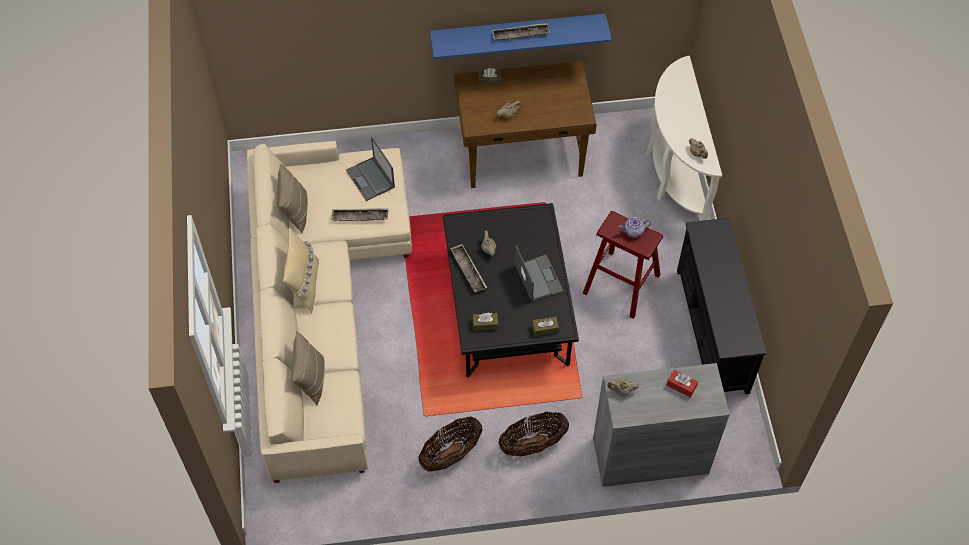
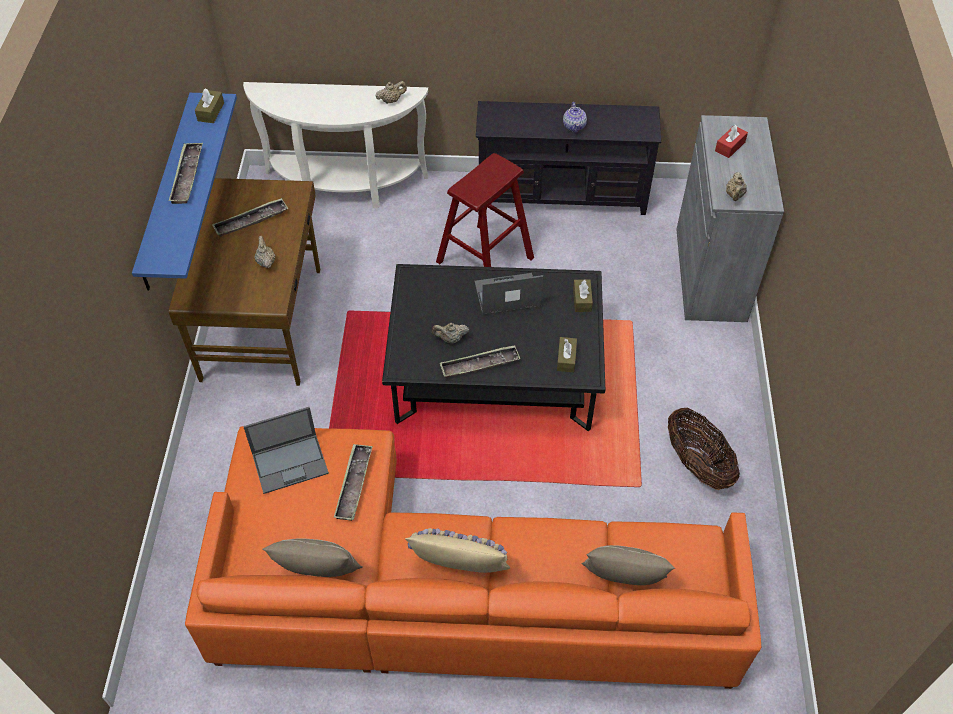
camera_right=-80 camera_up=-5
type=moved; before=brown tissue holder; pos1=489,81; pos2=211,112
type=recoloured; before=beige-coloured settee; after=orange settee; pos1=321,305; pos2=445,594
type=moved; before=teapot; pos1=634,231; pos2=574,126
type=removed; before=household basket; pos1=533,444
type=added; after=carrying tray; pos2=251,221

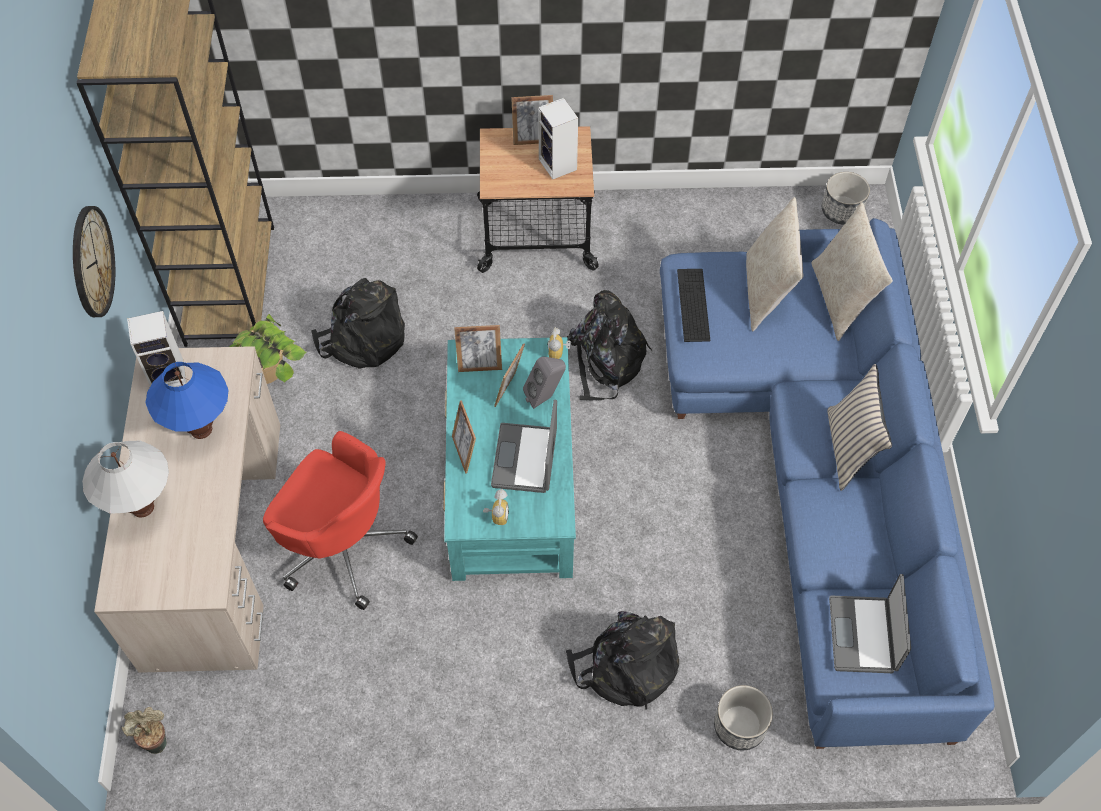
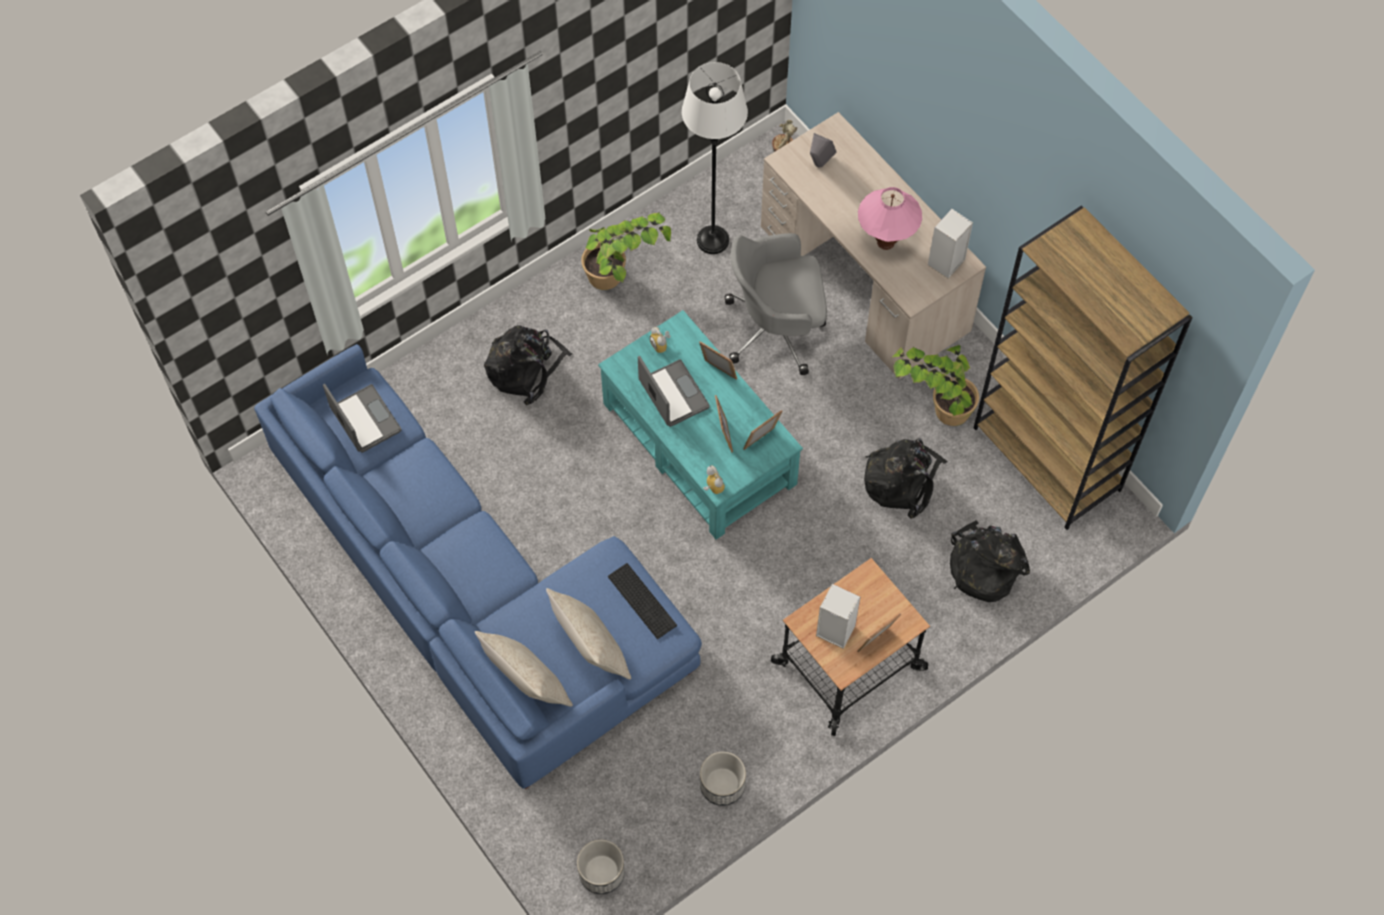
camera_right=145 camera_up=5
type=removed; before=wall clock; pos1=91,262
type=moved; before=black-coloured knapsack; pos1=606,361; pos2=983,567
type=moved; before=grey audio speaker; pos1=545,397; pos2=819,165
type=recoloured; before=blue table lamp; after=pink table lamp; pos1=201,430; pos2=885,243
type=removed; before=beige-coloured cushion; pos1=849,449
type=recoloured; before=reddish computer chair; after=grey computer chair; pos1=343,545; pos2=776,328
type=removed; before=whitish table lamp; pos1=143,508
type=moved; before=plant pot; pos1=740,725; pos2=722,785
type=added; after=whitish floor lamp; pos2=713,240
type=added; after=potted plant; pos2=623,275

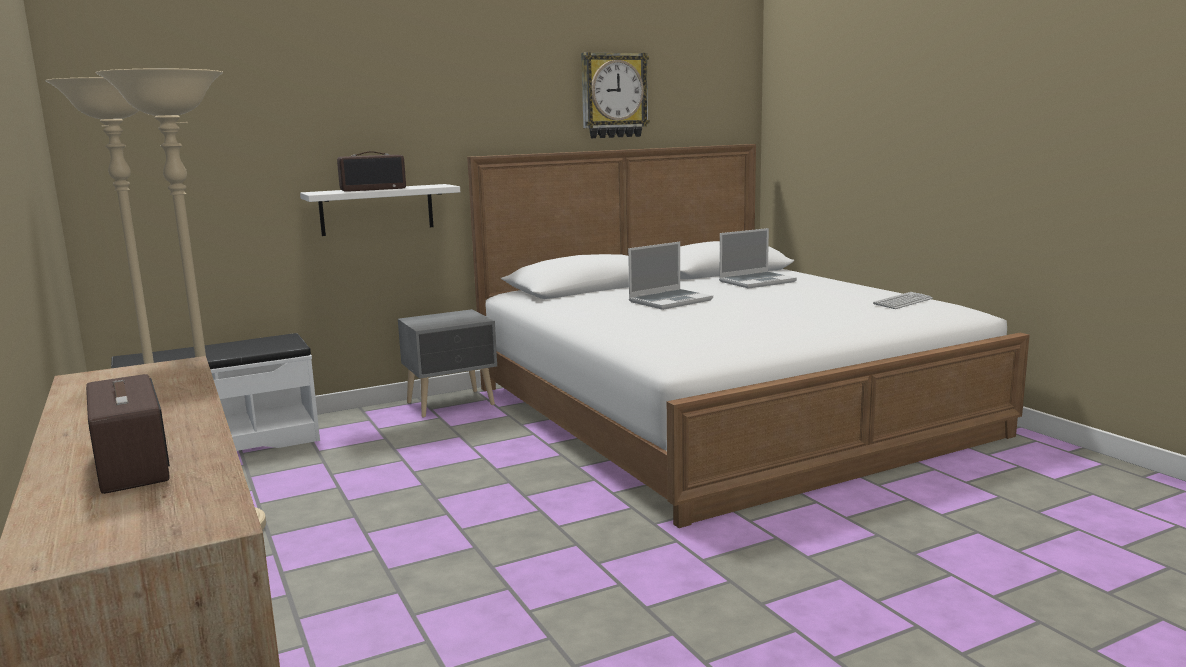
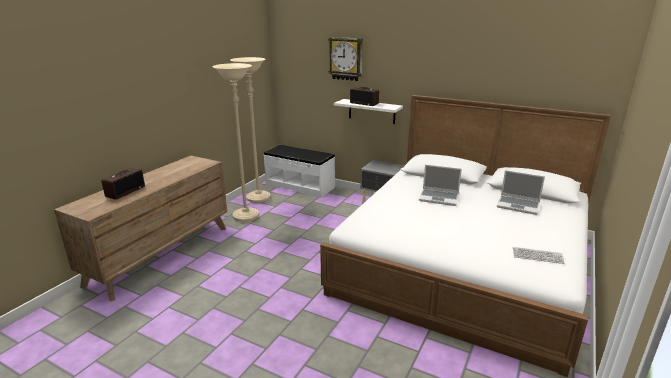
camera_right=55 camera_up=10
type=moved; before=wall clock; pos1=613,95; pos2=346,59

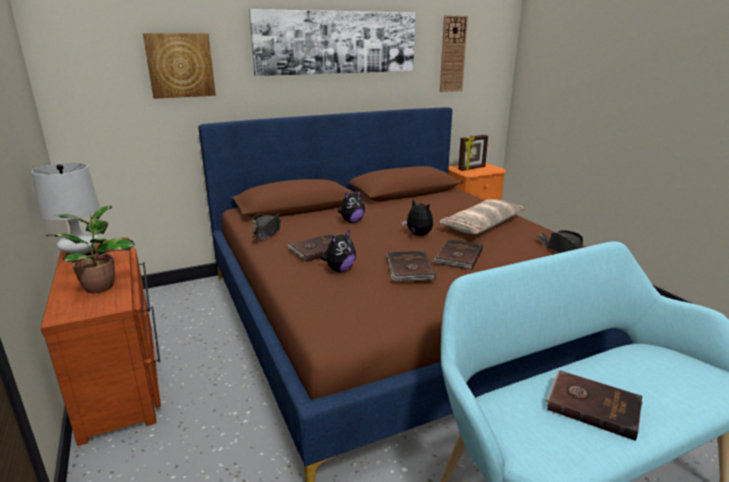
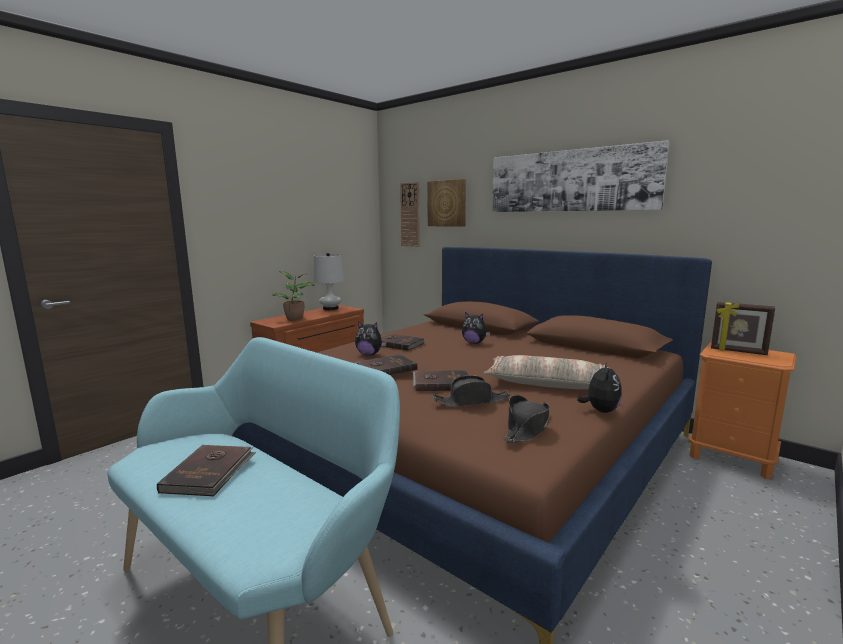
camera_right=65 camera_up=-10
type=moved; before=wall clock; pos1=452,54; pos2=410,214
type=moved; before=plush toy; pos1=418,235; pos2=600,410
type=moved; before=black-coloured clothing hat; pos1=267,232; pos2=471,401

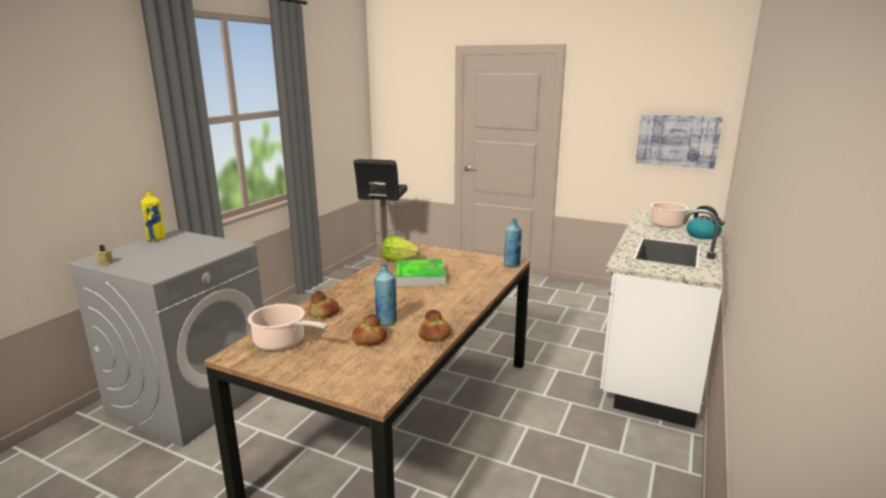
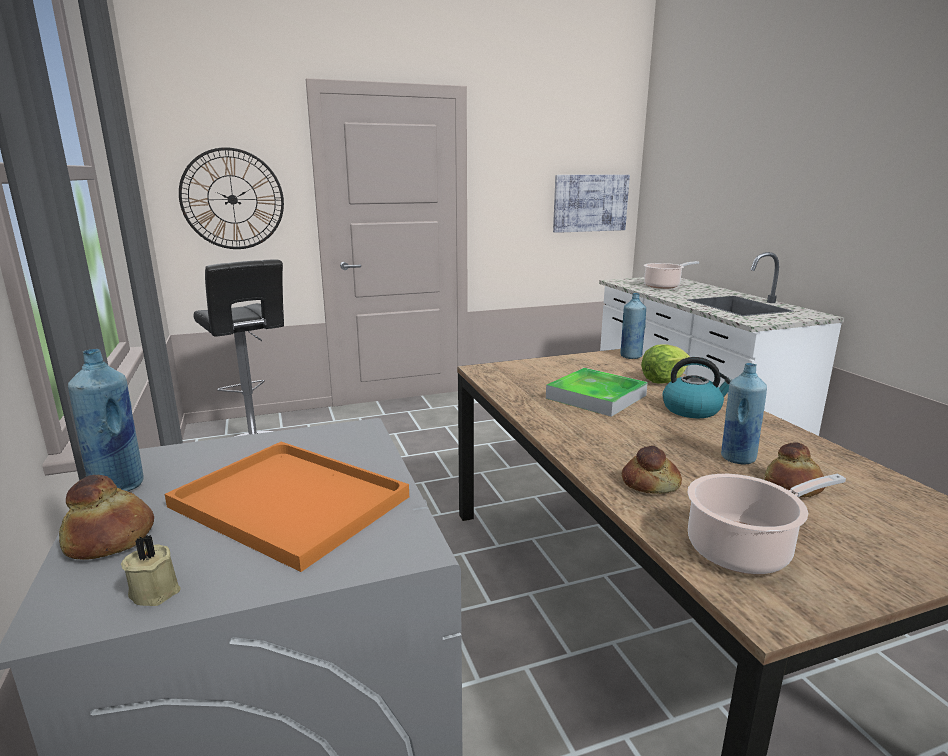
camera_right=-45 camera_up=0
type=recoloured; before=yellowish bottle; after=blue bottle; pos1=156,239; pos2=119,486
type=moved; before=kettle; pos1=703,235; pos2=692,410
type=moved; before=lettuce head; pos1=398,260; pos2=664,380
type=moved; before=bread; pos1=435,335; pos2=111,538
type=added; after=wall clock; pos2=232,199
type=added; after=orange carrying tray; pos2=294,502

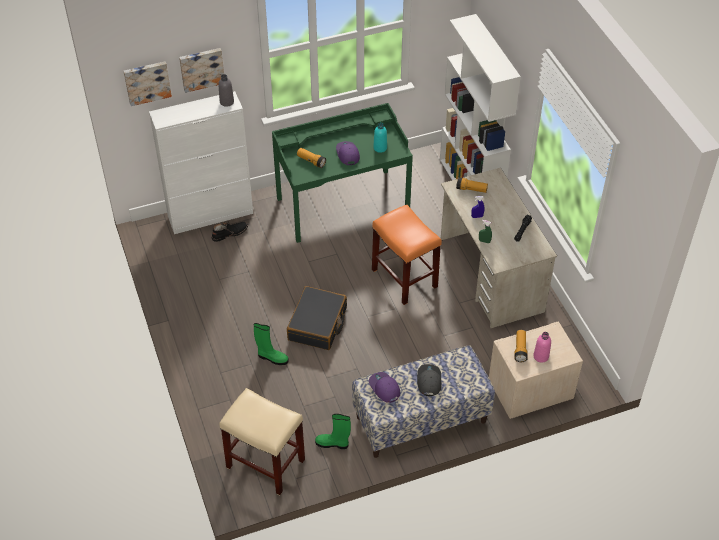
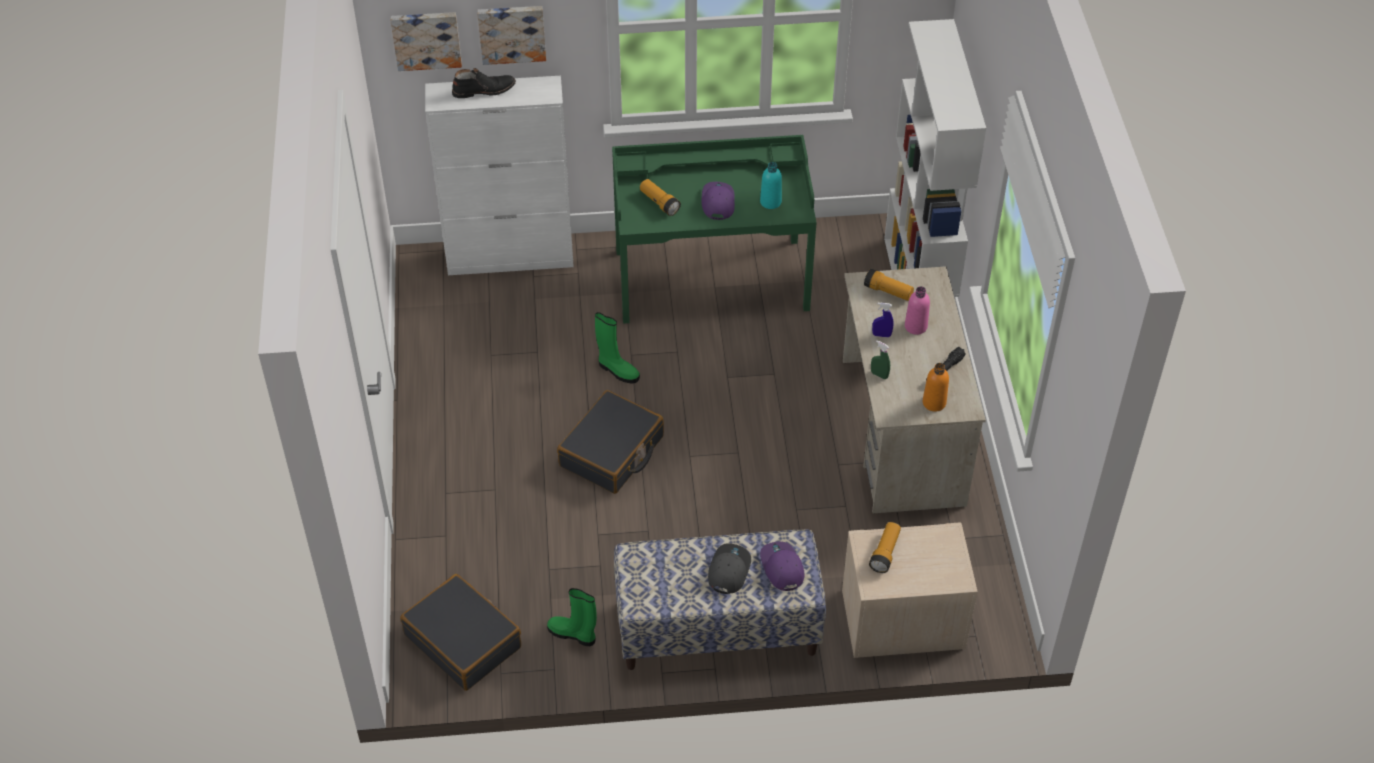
camera_right=15 camera_up=0
type=removed; before=grey bottle; pos1=227,102
type=removed; before=orange stool seat; pos1=403,278
type=moved; before=black-coloured boot; pos1=229,233; pos2=484,90
type=moved; before=greenish boot; pos1=272,358; pos2=617,371
type=moved; before=pink bottle; pos1=541,356; pos2=915,326
type=moved; before=purplish baseball cap; pos1=384,388; pos2=781,568
type=replaced; before=beige-coloured stool seat; after=black-coloured piece of luggage; pos1=264,463; pos2=463,641
type=added; after=orange bottle; pos2=934,403

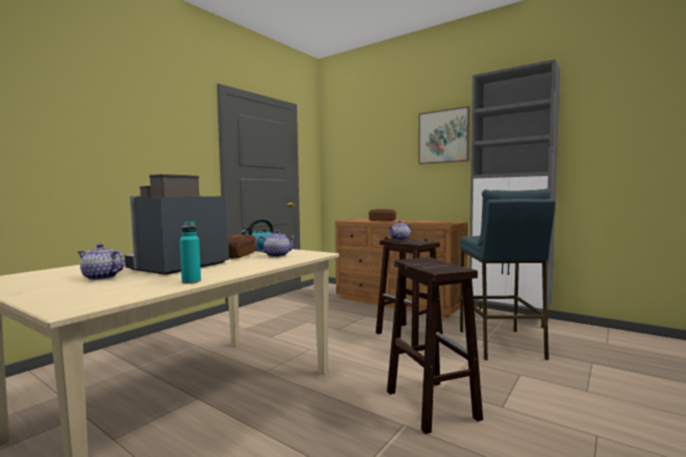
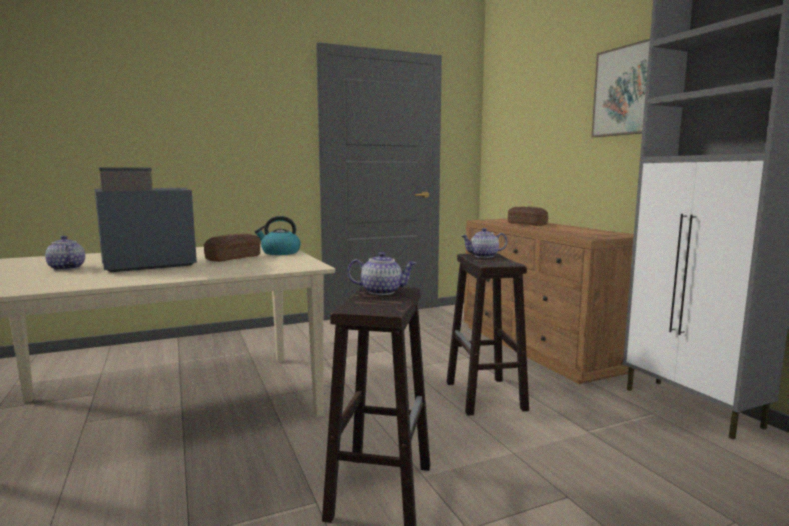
camera_right=30 camera_up=5
type=removed; before=blue stool seat; pos1=500,344
type=removed; before=blue-green bottle; pos1=191,281
type=moved; before=teapot; pos1=277,255; pos2=382,291

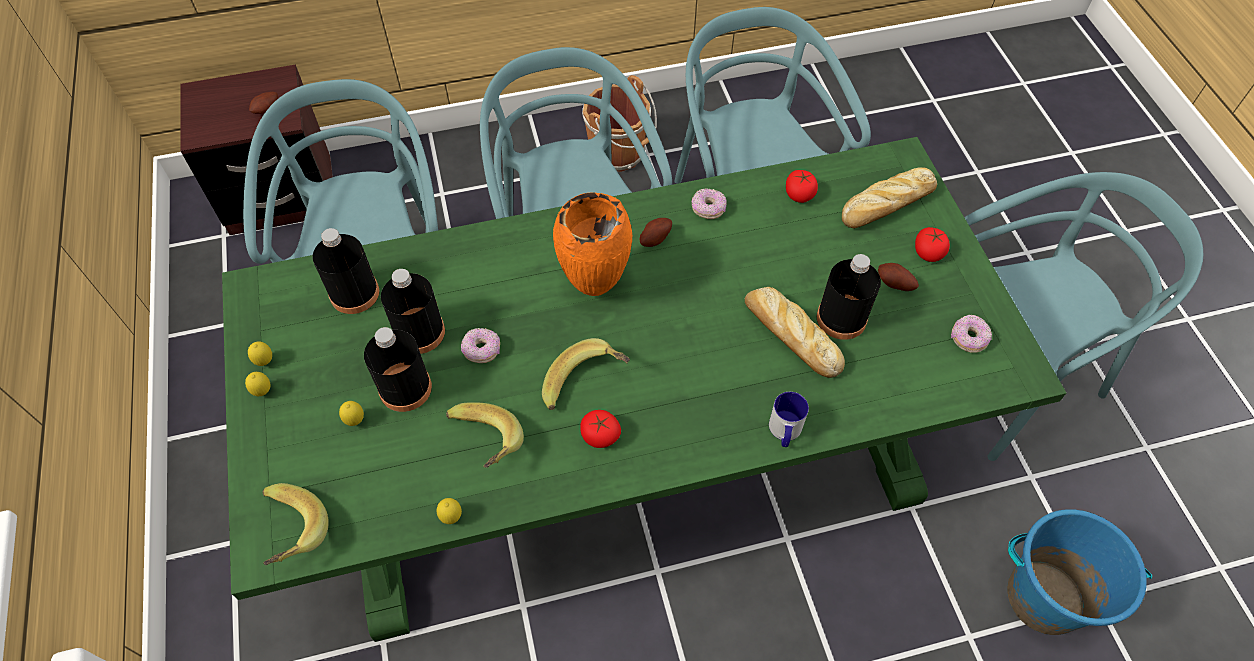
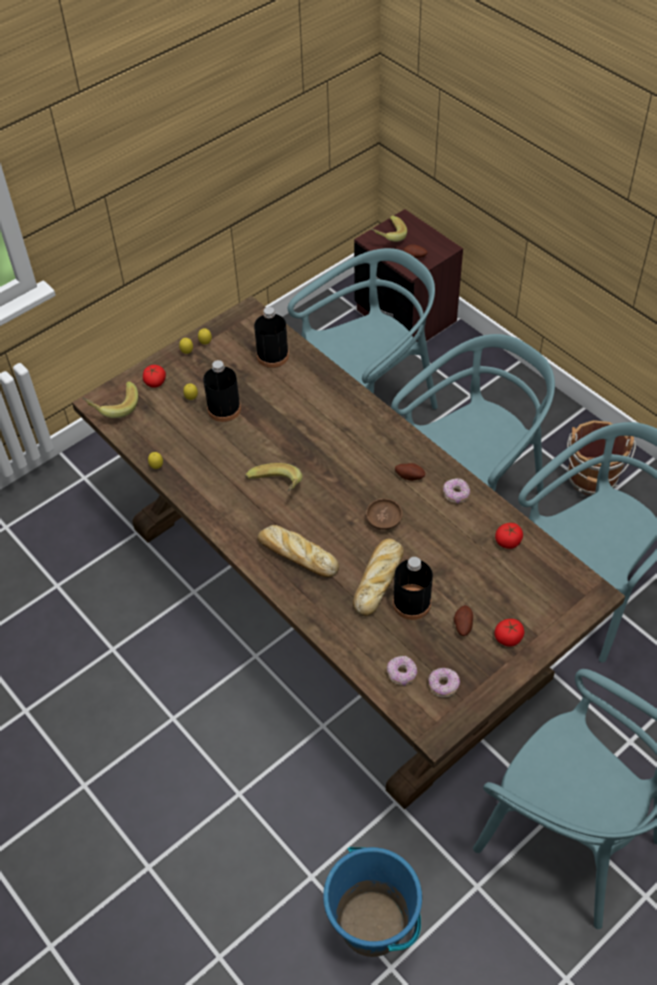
camera_right=65 camera_up=-5
type=recoloured; before=greenish dining table; after=brown dining table; pos1=626,454; pos2=330,600
type=moved; before=bread; pos1=886,205; pos2=296,555
type=removed; before=orange vase; pos1=595,289
type=removed; before=black-coloured bottle; pos1=419,332
type=moved; before=donut; pos1=482,350; pos2=401,674
type=removed; before=tea mug; pos1=784,432
type=moved; before=banana fruit; pos1=483,446; pos2=387,236
type=moved; before=fresh tomato; pos1=600,435; pos2=155,382
type=added; after=brown bowl; pos2=384,520

